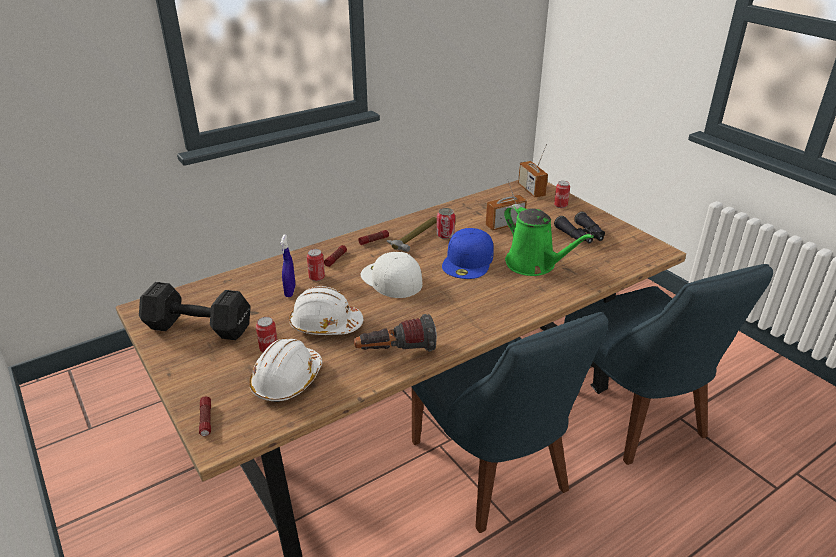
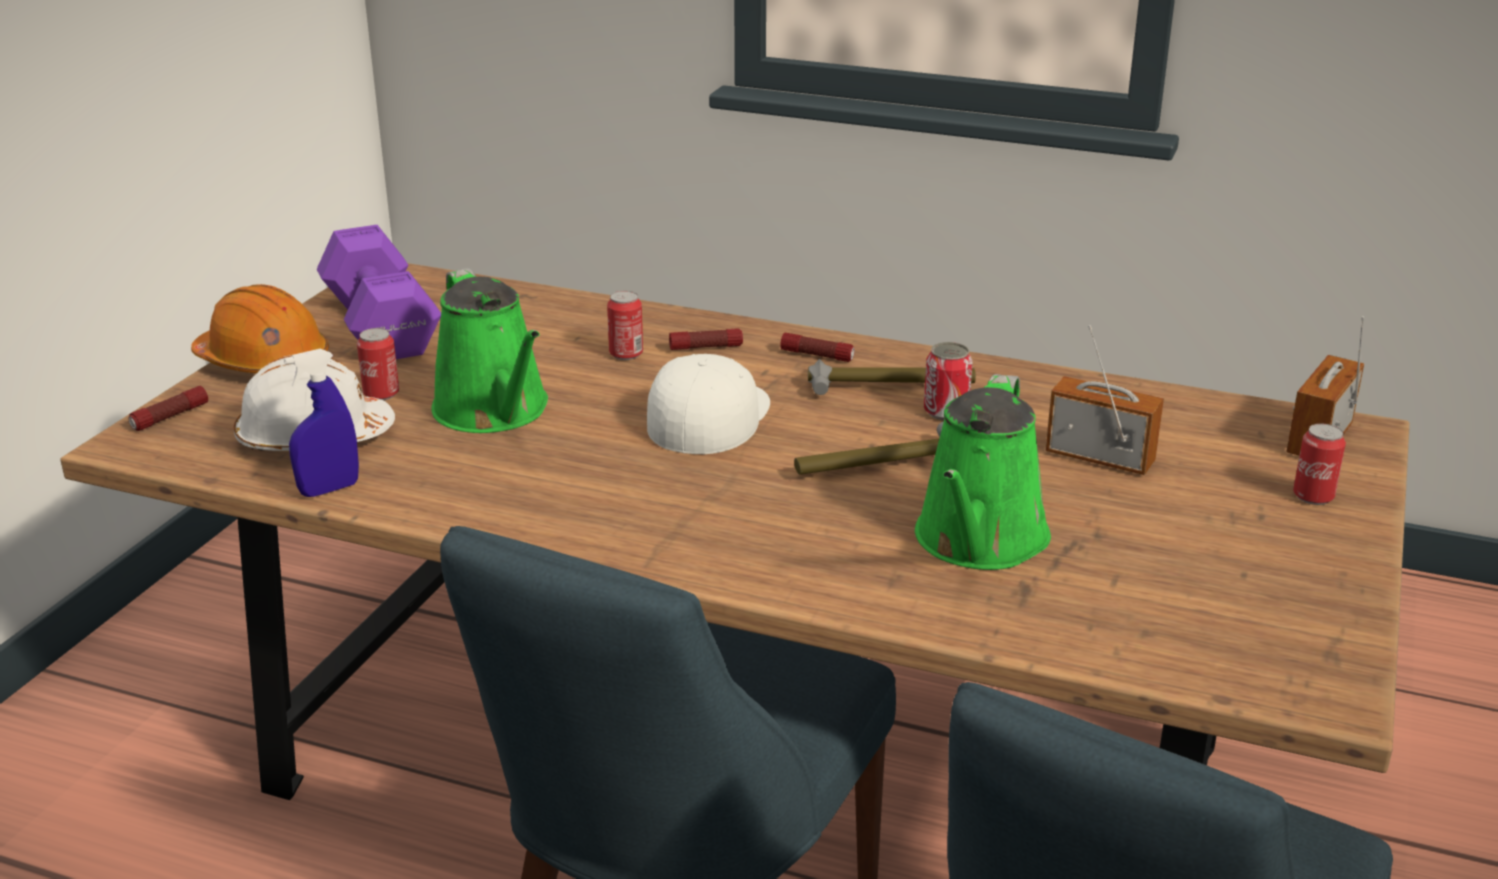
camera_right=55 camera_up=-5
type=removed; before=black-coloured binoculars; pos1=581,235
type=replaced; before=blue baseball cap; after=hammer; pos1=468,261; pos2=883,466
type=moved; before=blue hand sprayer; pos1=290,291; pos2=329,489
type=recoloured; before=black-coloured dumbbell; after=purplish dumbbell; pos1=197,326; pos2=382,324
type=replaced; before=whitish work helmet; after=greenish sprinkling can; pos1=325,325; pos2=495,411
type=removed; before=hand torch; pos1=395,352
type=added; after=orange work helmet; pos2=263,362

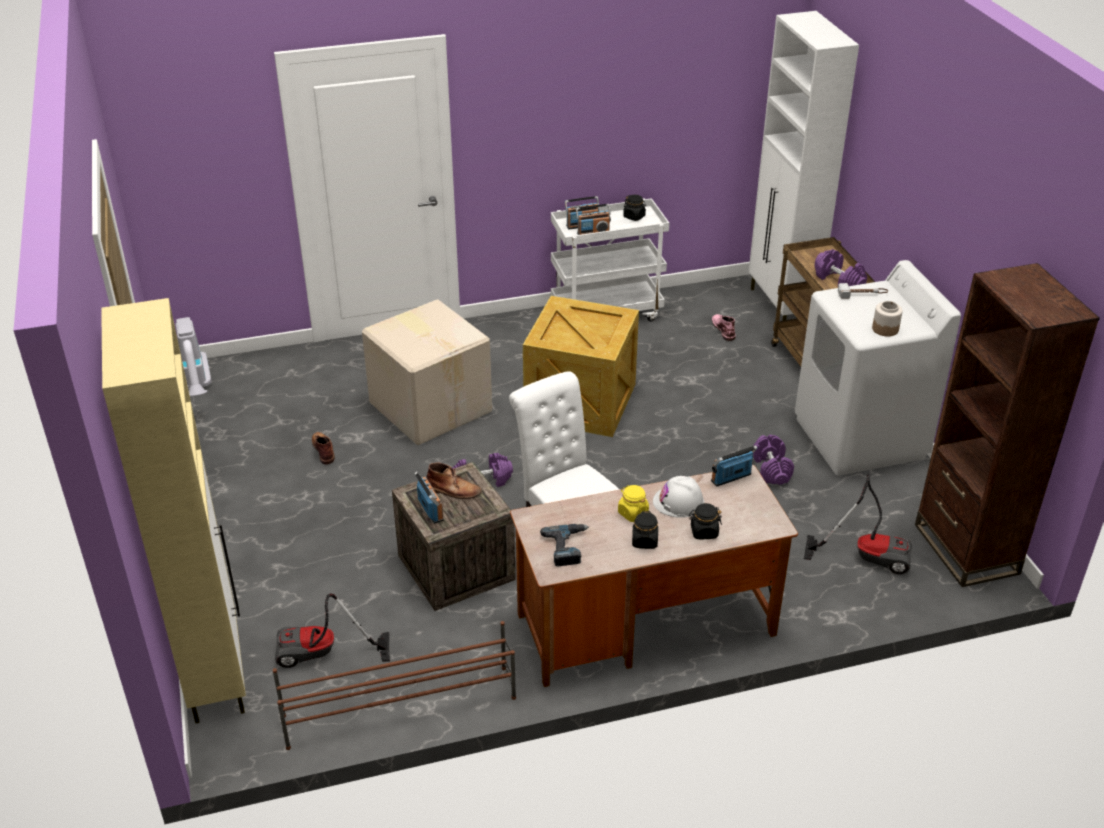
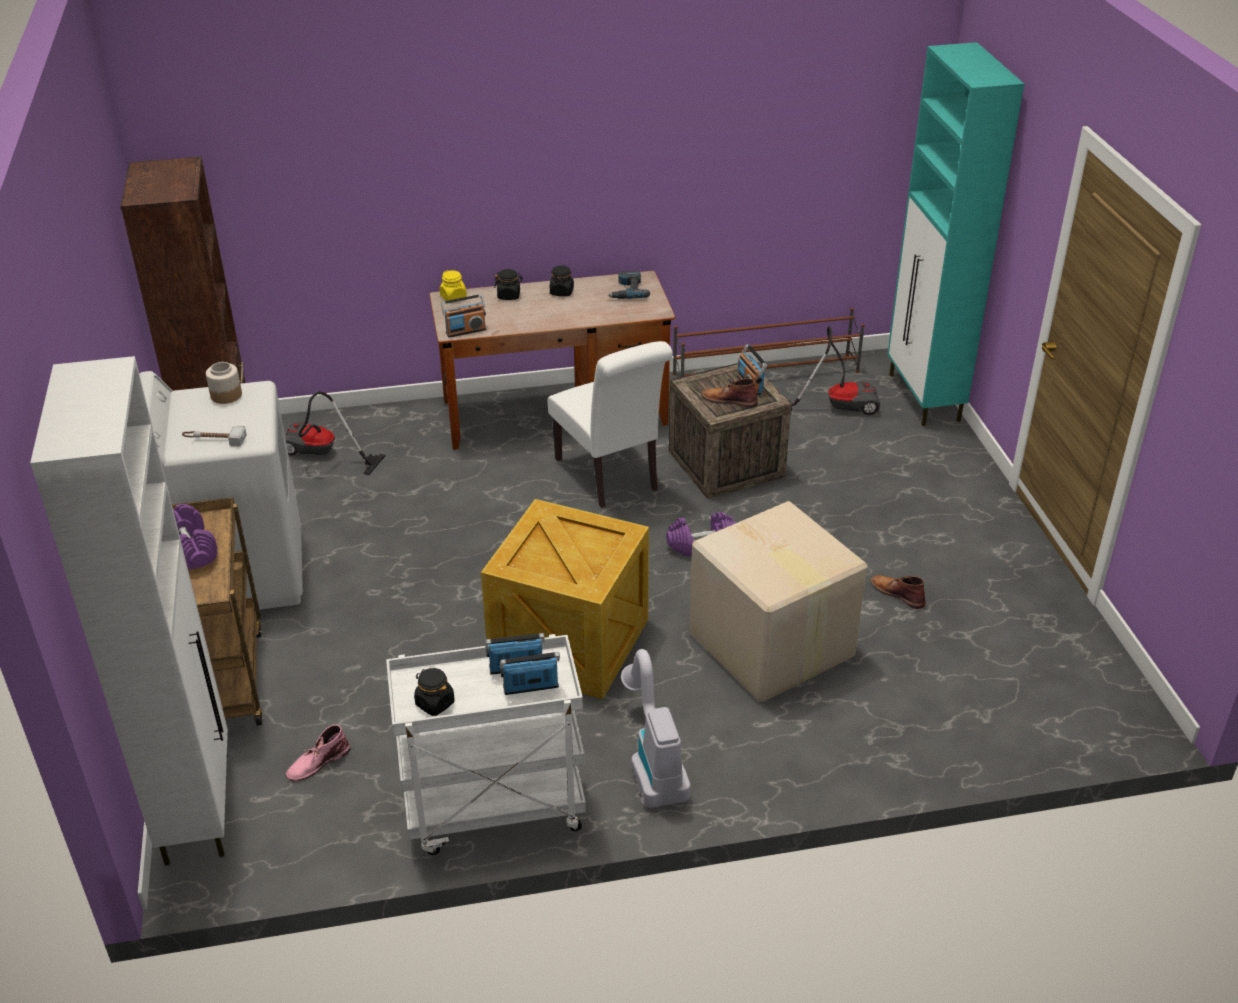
camera_right=-175 camera_up=0
type=recoloured; before=beige-coloured storage cabinet; after=blue-green storage cabinet; pos1=216,673; pos2=924,398
type=turned; before=pink boot; pos1=723,329; pos2=317,763; turn=60
type=moved; before=vacuum; pos1=197,388; pos2=652,762
type=turned; before=brown boot; pos1=323,449; pos2=897,593; turn=150
type=removed; before=purplish dumbbell; pos1=772,469
type=removed; before=whitish work helmet; pos1=678,502
type=moved; before=yellowish jar; pos1=632,513; pos2=453,297

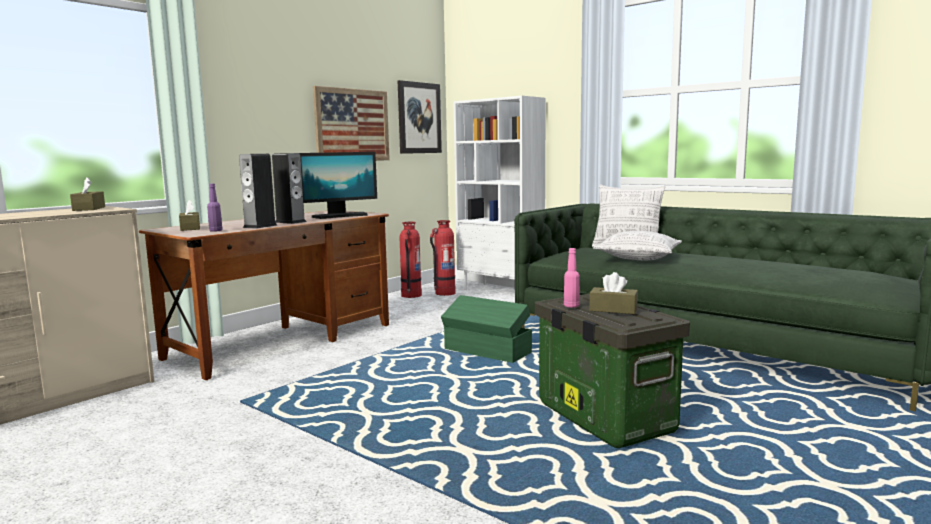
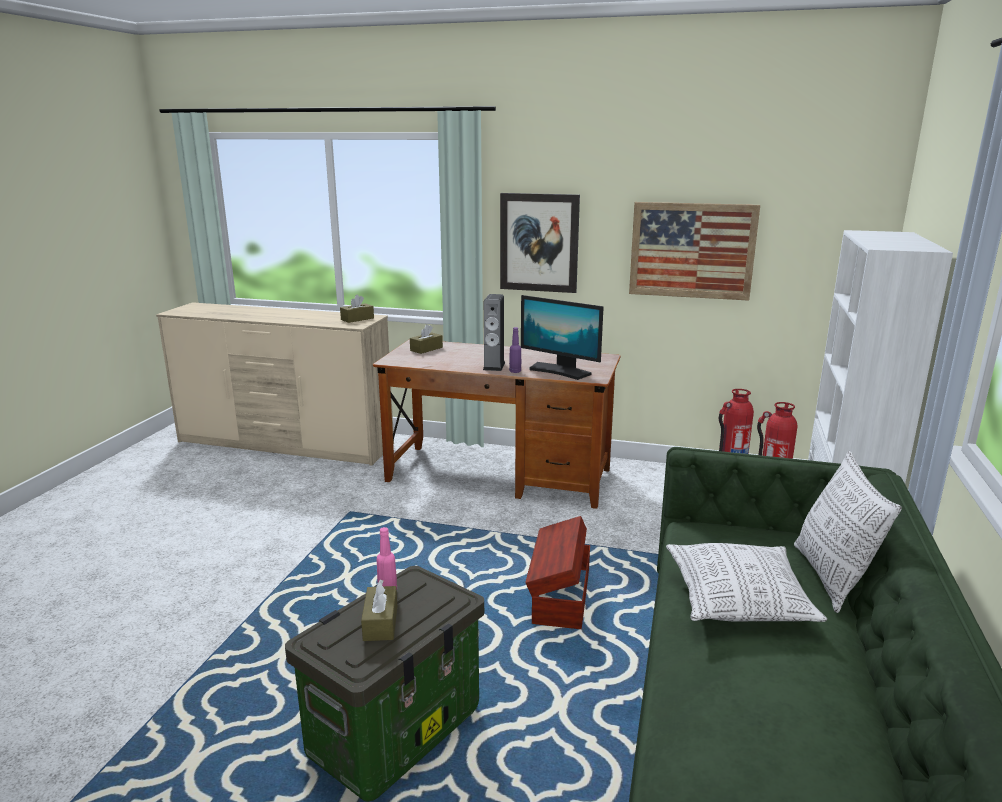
camera_right=65 camera_up=10
type=moved; before=wall art; pos1=419,118; pos2=539,242
type=removed; before=audio speaker; pos1=260,226
type=moved; before=purplish bottle; pos1=216,231; pos2=515,371
type=recoloured; before=greenish storage box; after=brown storage box; pos1=487,352; pos2=559,596

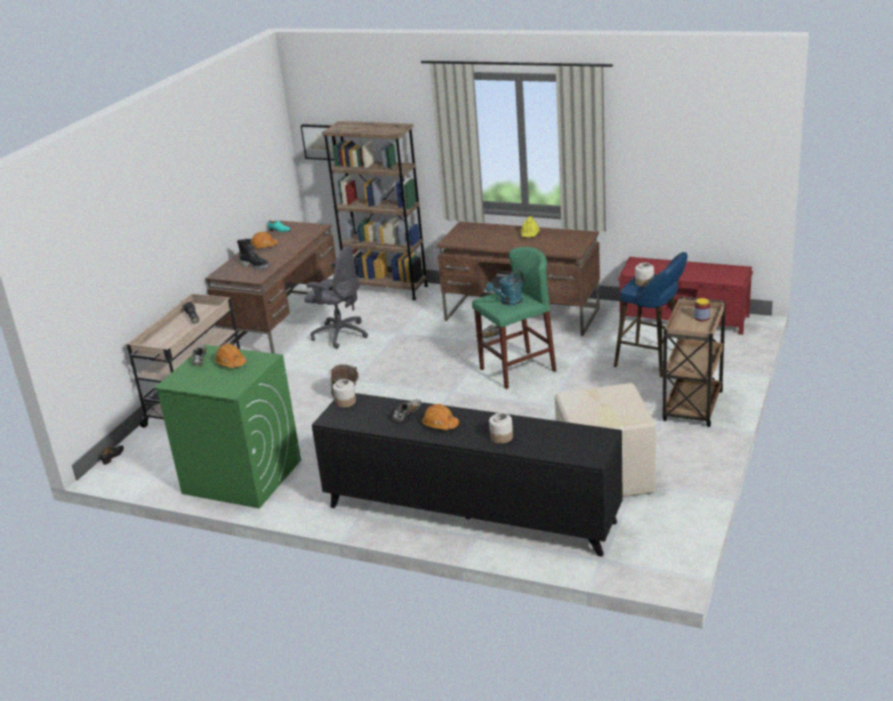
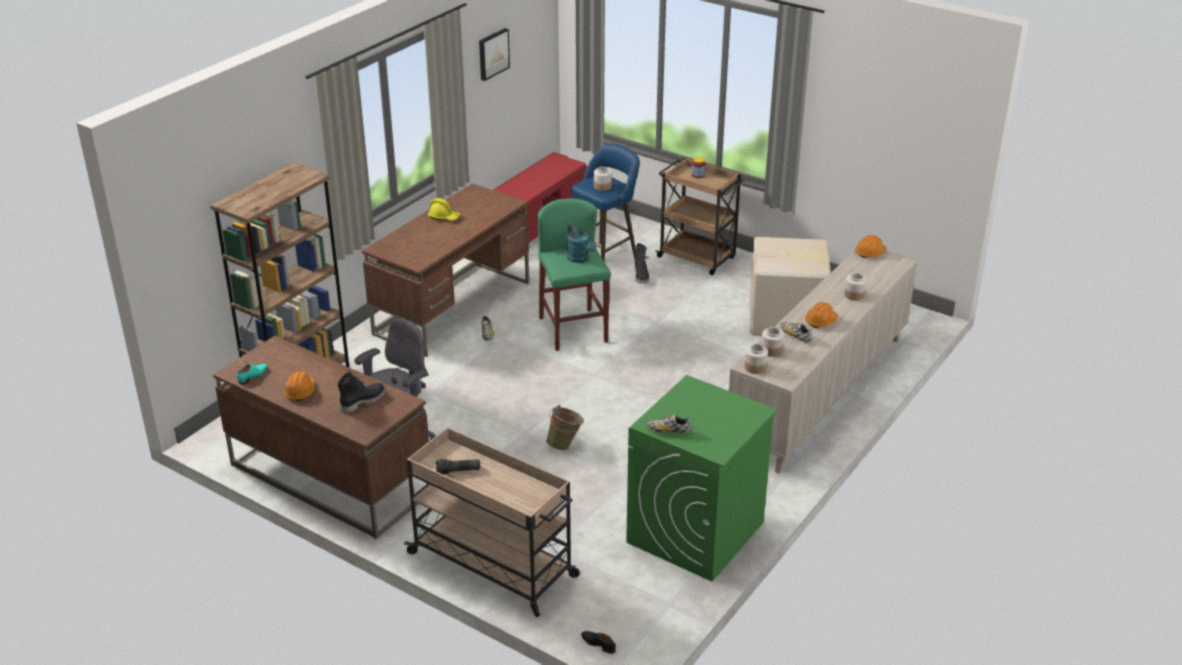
camera_right=-80 camera_up=5
type=moved; before=wall art; pos1=320,141; pos2=492,53
type=moved; before=orange work helmet; pos1=231,363; pos2=870,253
type=recoloured; before=black-coloured storage cabinet; after=beige-coloured storage cabinet; pos1=470,515; pos2=820,393
type=added; after=black-coloured boot; pos2=641,276
type=added; after=jar; pos2=771,351

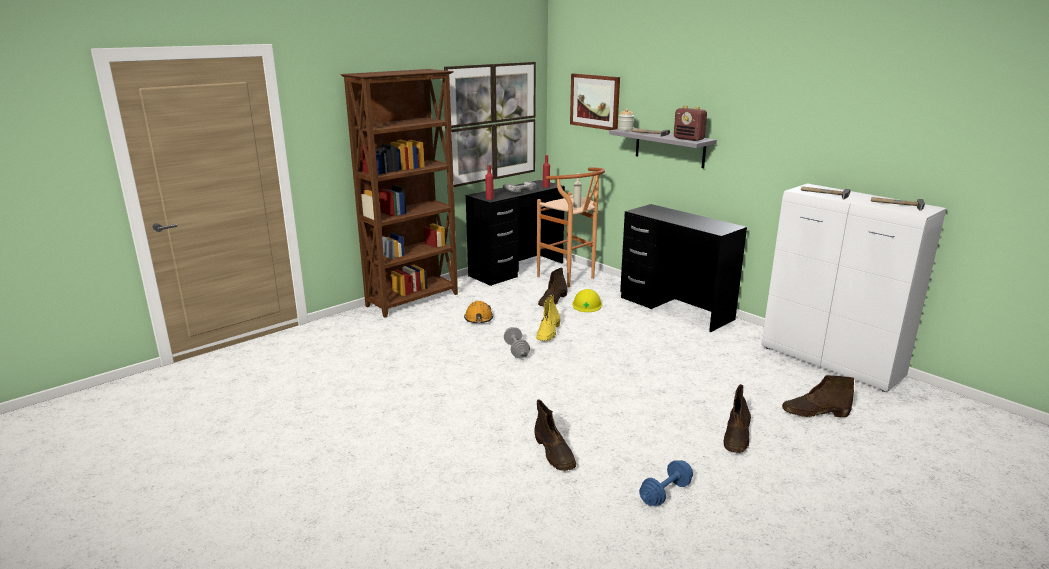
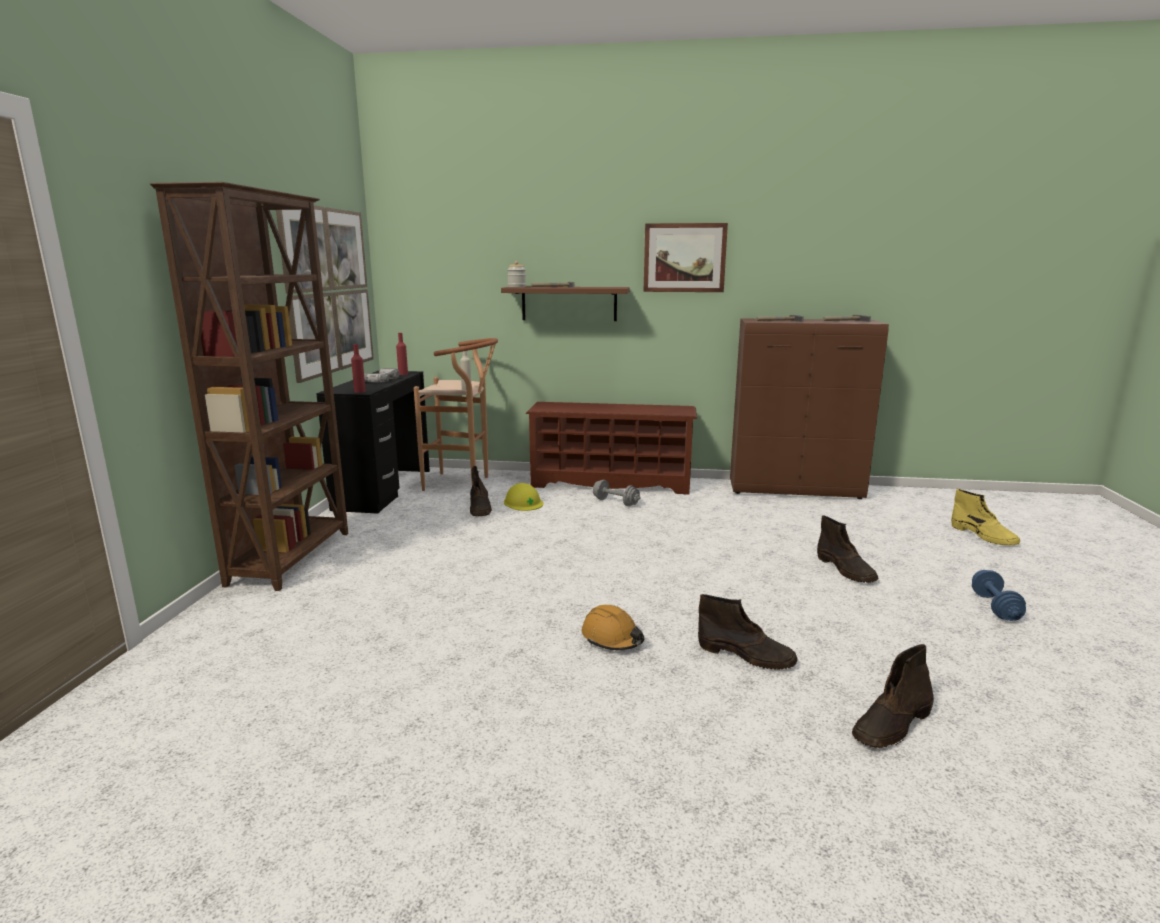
camera_right=-40 camera_up=-5
type=moved; before=wall art; pos1=595,101; pos2=684,258
type=removed; before=radio; pos1=689,139
type=recoloured; before=grey wall shelf; after=brown wall shelf; pos1=669,147; pos2=569,303
type=recoloured; before=whitish storage cabinet; after=brown storage cabinet; pos1=831,363; pos2=796,490
type=replaced; before=black-coloured desk table; after=brown shoe shelf; pos1=676,308; pos2=611,483
type=moved; before=yellowish boot; pos1=548,332; pos2=983,536
type=moved; before=orange work helmet; pos1=479,319; pos2=612,638
type=moved; before=grey dumbbell; pos1=516,350; pos2=615,502
type=moved; before=brown boot; pos1=814,412; pos2=891,725
type=moved; before=blue dumbbell; pos1=665,493; pos2=995,607

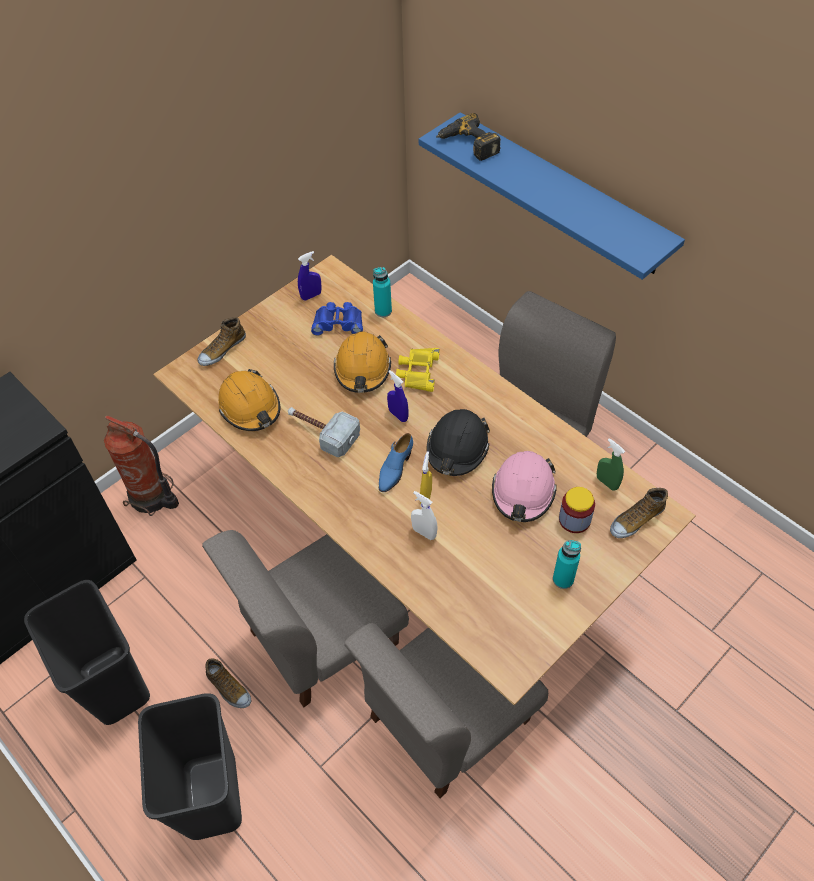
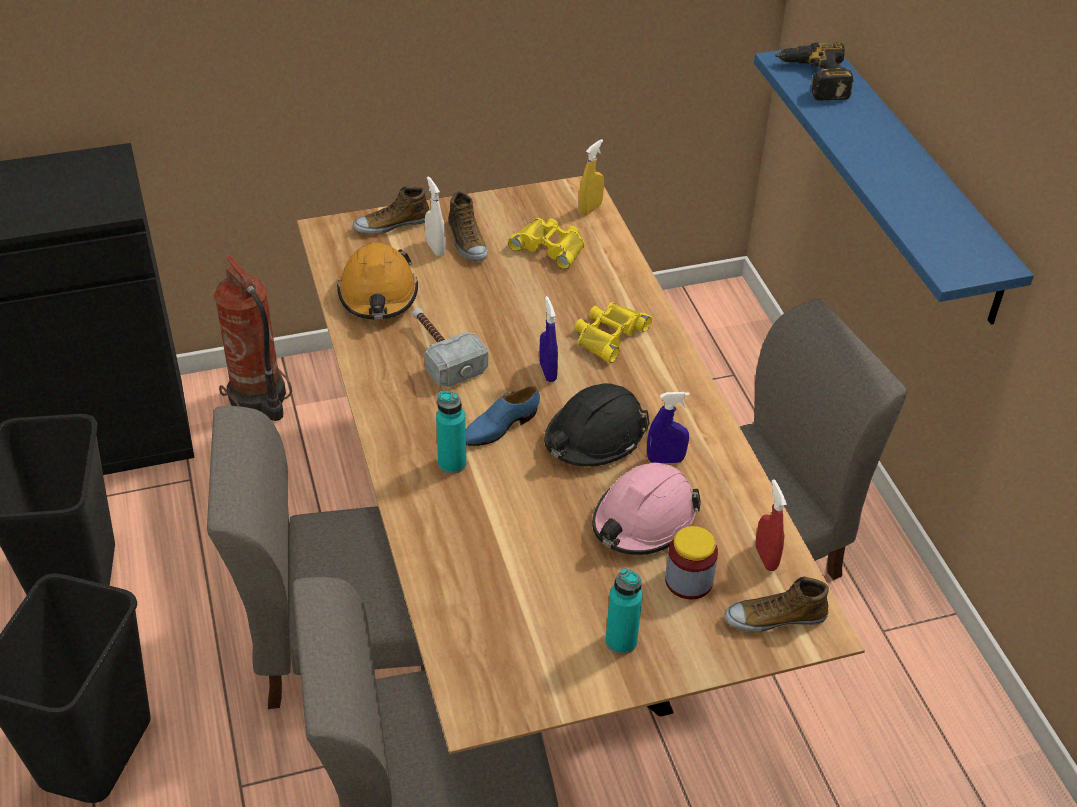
camera_right=25 camera_up=-10
type=moved; before=blue hand sprayer; pos1=311,296; pos2=665,460
type=moved; before=blue-green bottle; pos1=383,311; pos2=452,463
type=recoloured; before=blue binoculars; after=yellowish binoculars; pos1=338,322; pos2=550,247
type=removed; before=orange work helmet; pos1=362,369
type=recoloured; before=greenish hand sprayer; after=reddish hand sprayer; pos1=607,482; pos2=766,558
type=moved; before=yellowish hand sprayer; pos1=426,497; pos2=590,209
type=moved; before=whitish hand sprayer; pos1=424,532; pos2=435,248
type=moved; before=item of footwear; pos1=228,688; pos2=466,242

